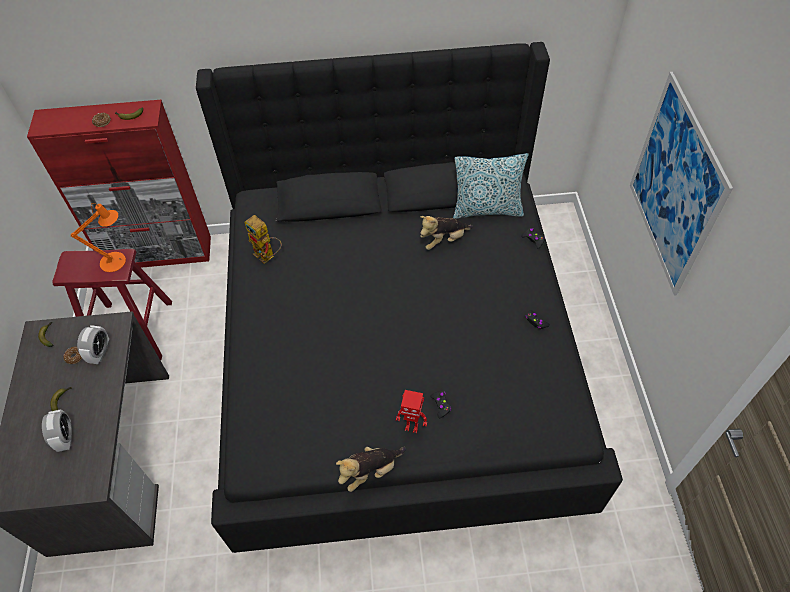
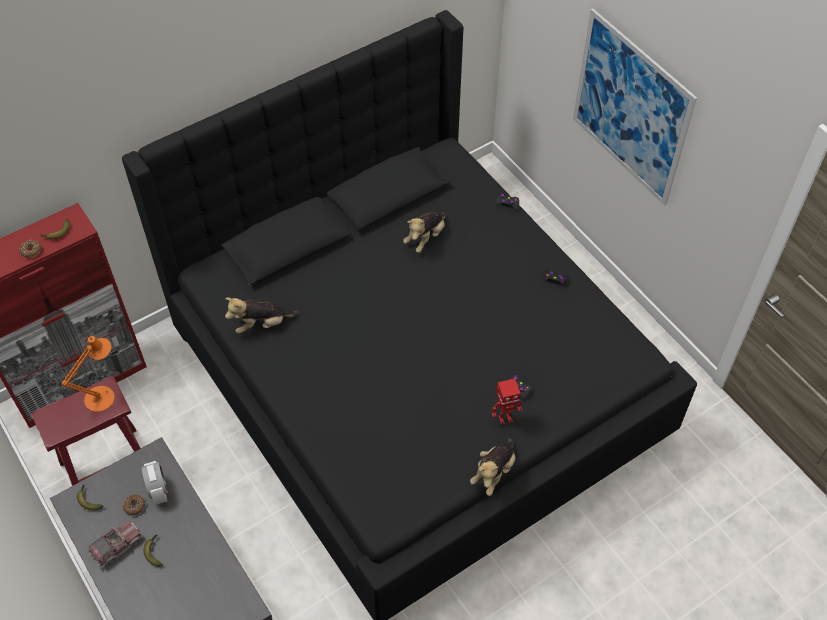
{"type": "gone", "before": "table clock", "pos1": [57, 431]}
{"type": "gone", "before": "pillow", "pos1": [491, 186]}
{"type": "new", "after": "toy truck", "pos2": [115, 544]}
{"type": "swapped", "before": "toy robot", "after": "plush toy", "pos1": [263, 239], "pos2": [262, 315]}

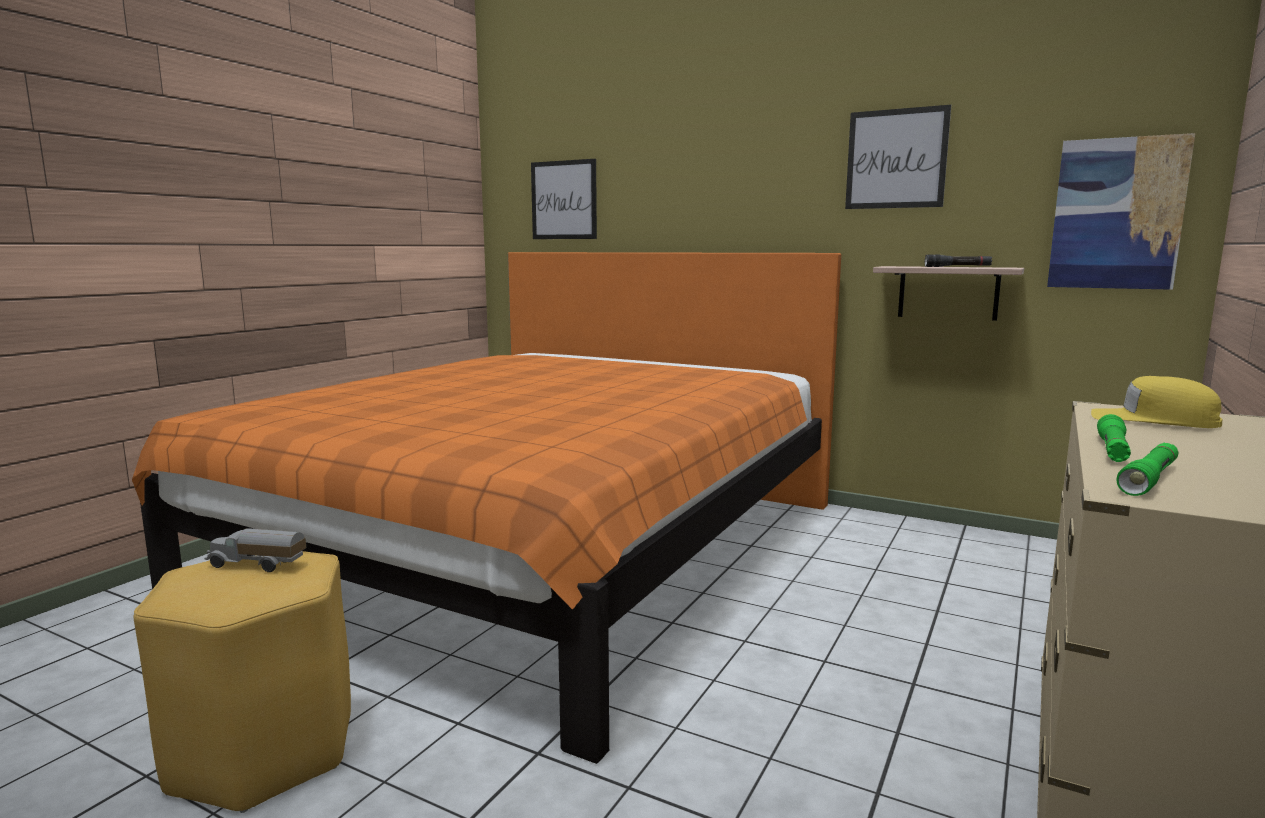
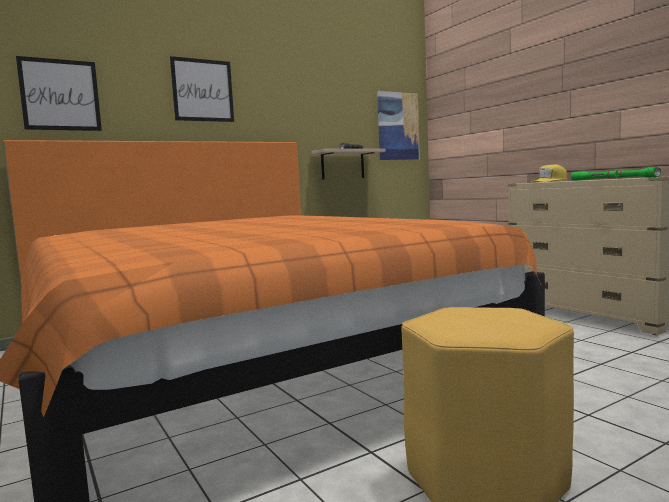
{"type": "gone", "before": "toy truck", "pos1": [255, 550]}
{"type": "shifted", "before": "picture", "pos1": [898, 157], "pos2": [202, 89]}

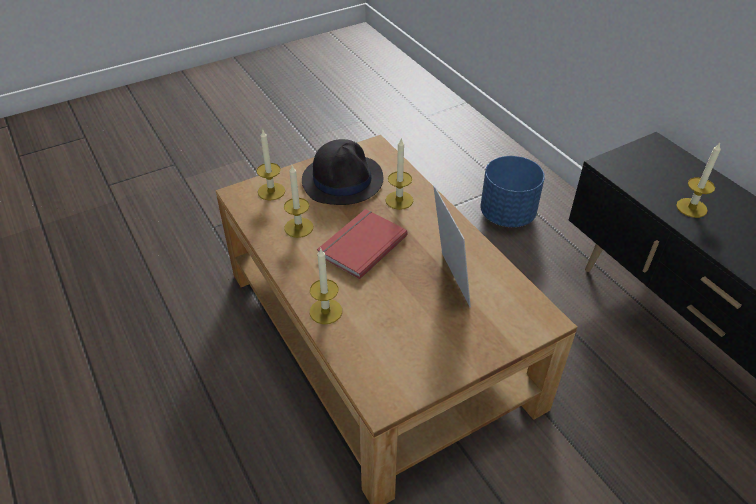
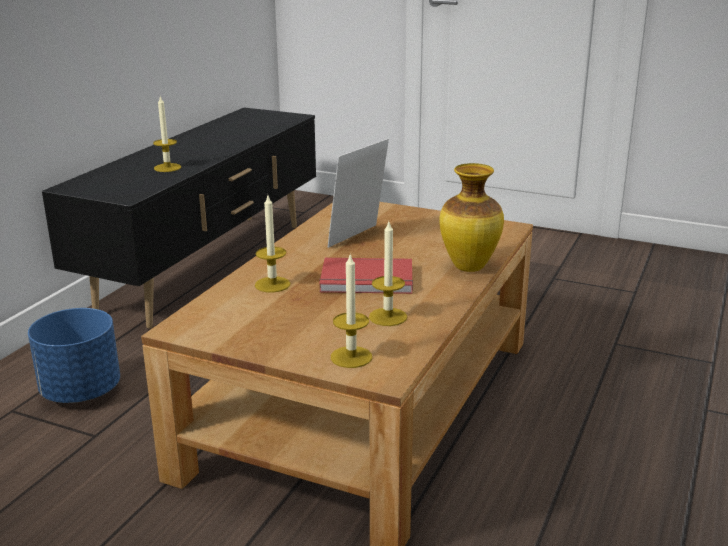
{"type": "gone", "before": "black wearable hat", "pos1": [342, 172]}
{"type": "swapped", "before": "candle", "after": "vase", "pos1": [326, 286], "pos2": [471, 217]}

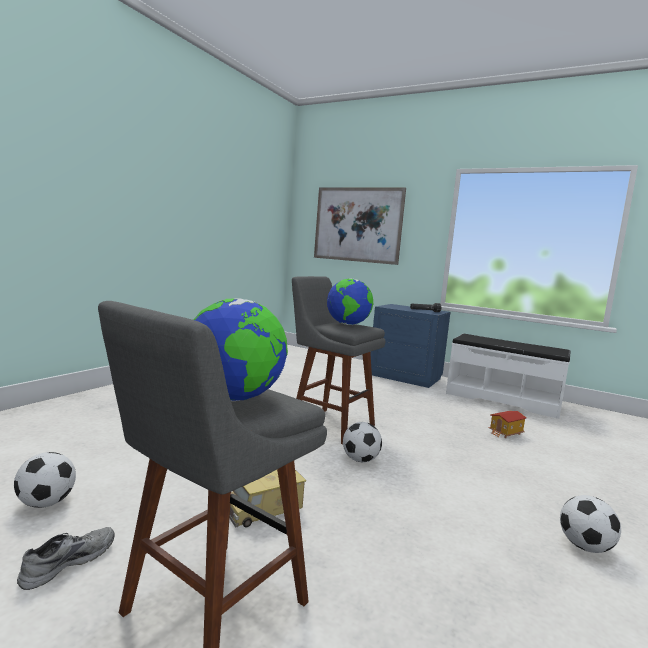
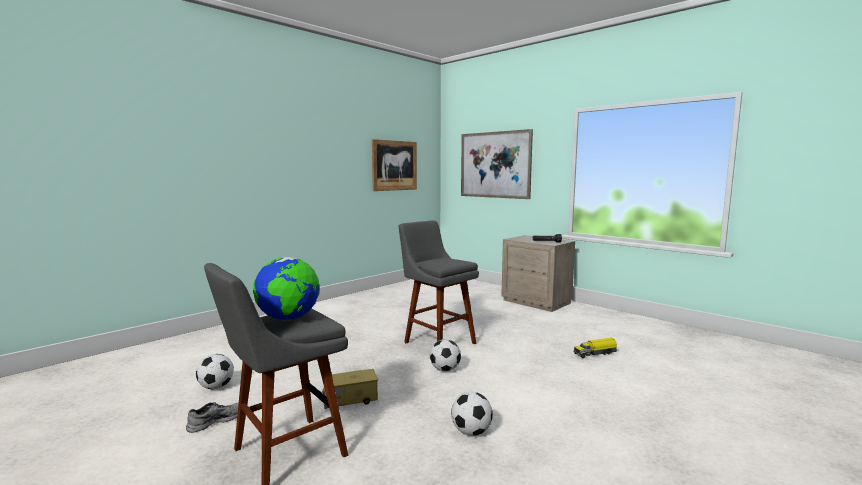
{"type": "gone", "before": "globe", "pos1": [350, 301]}
{"type": "gone", "before": "white-coloured bench", "pos1": [508, 376]}
{"type": "new", "after": "picture", "pos2": [394, 165]}
{"type": "shifted", "before": "football", "pos1": [590, 524], "pos2": [472, 414]}
{"type": "swapped", "before": "miniature house", "after": "toy truck", "pos1": [507, 424], "pos2": [596, 347]}
{"type": "repainted", "before": "blue night table", "after": "beige night table", "pos1": [410, 346], "pos2": [538, 273]}

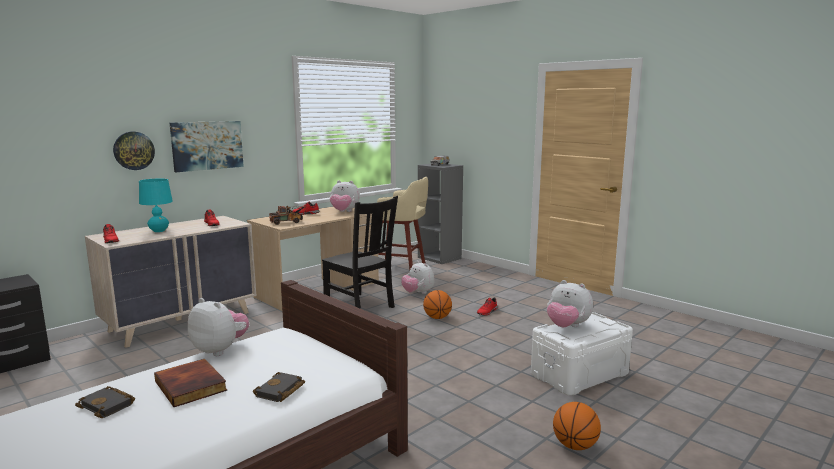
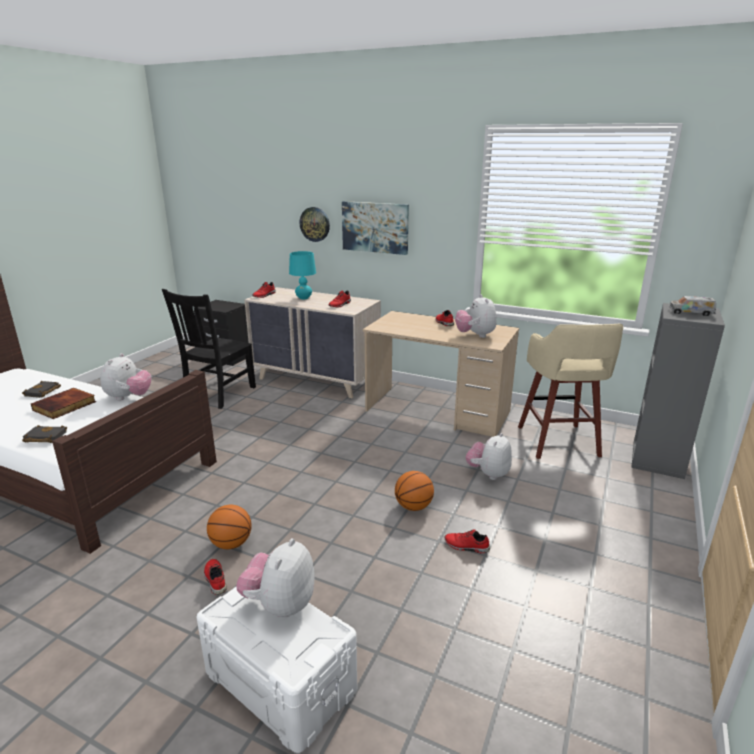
{"type": "gone", "before": "toy truck", "pos1": [288, 215]}
{"type": "new", "after": "reddish low shoe", "pos2": [215, 577]}
{"type": "shifted", "before": "black chair", "pos1": [360, 252], "pos2": [209, 349]}
{"type": "shifted", "before": "ball for basketball", "pos1": [577, 426], "pos2": [229, 527]}

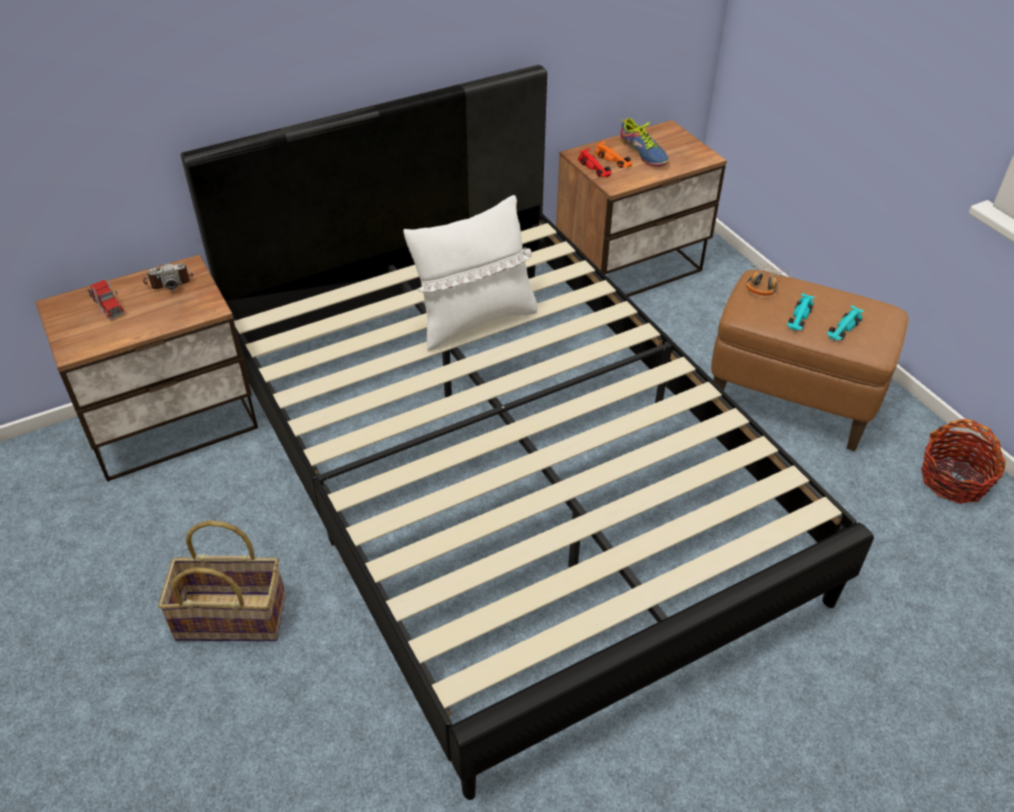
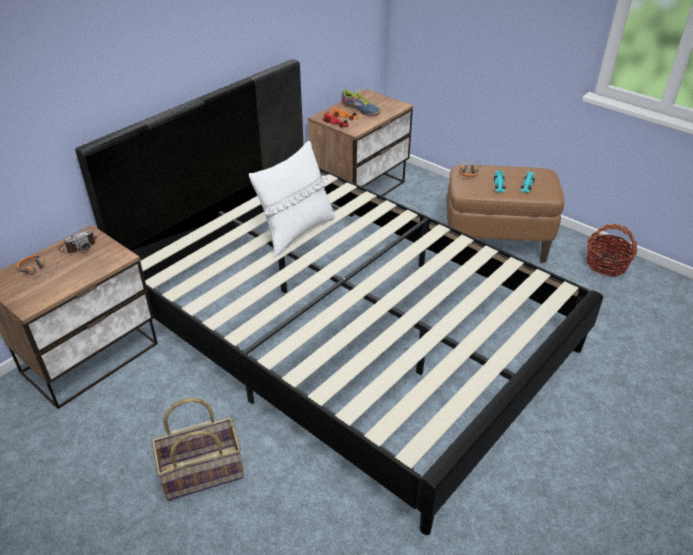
{"type": "swapped", "before": "toy truck", "after": "headphones", "pos1": [106, 299], "pos2": [38, 269]}

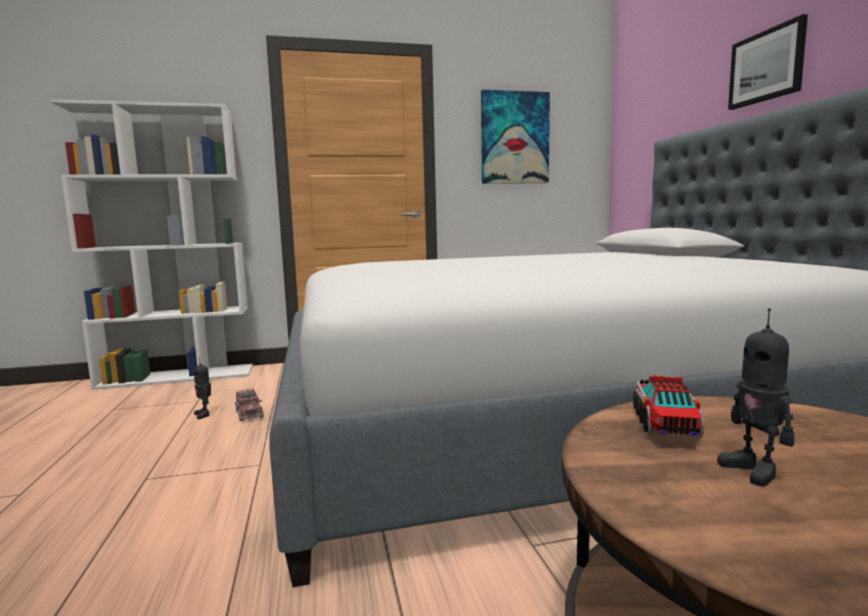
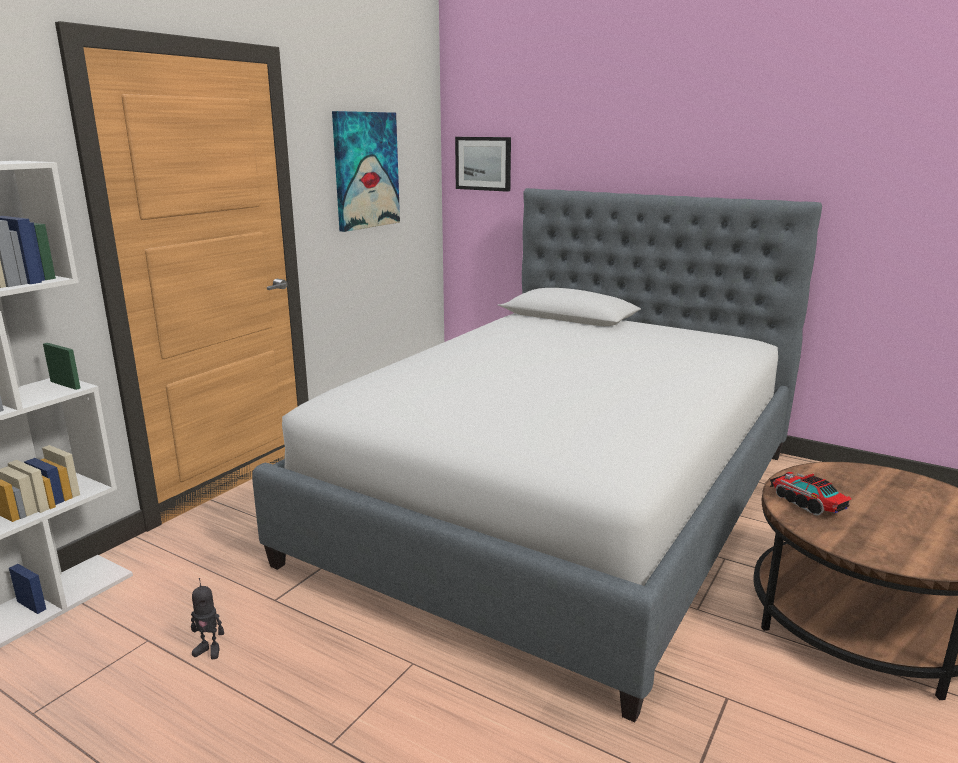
{"type": "gone", "before": "toy truck", "pos1": [249, 405]}
{"type": "gone", "before": "toy robot", "pos1": [755, 397]}
{"type": "shifted", "before": "picture", "pos1": [768, 62], "pos2": [483, 164]}

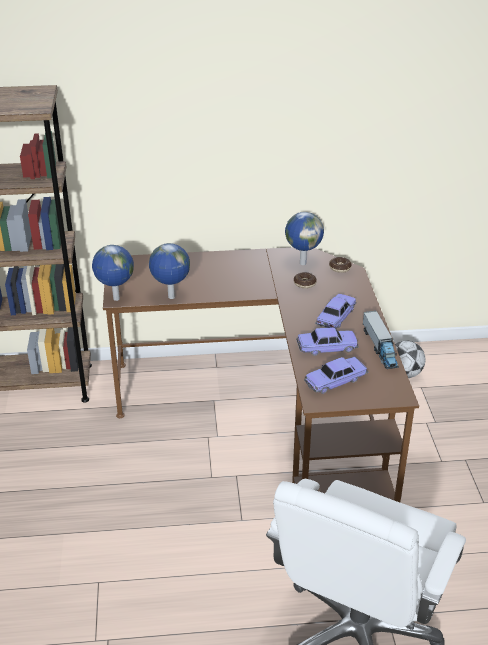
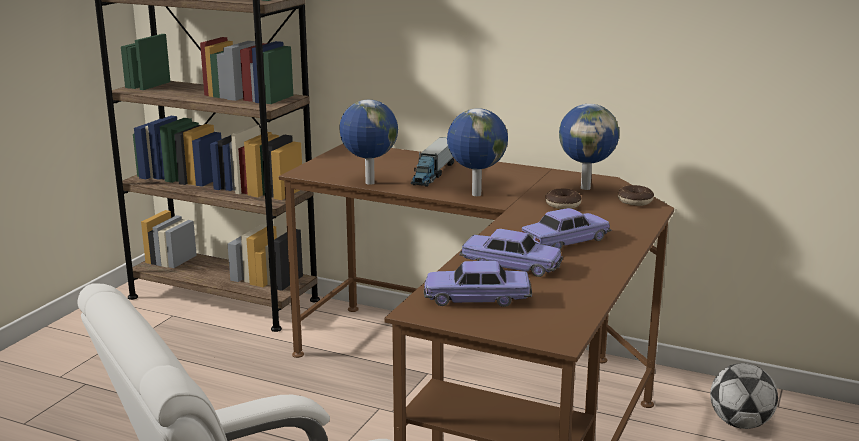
{"type": "shifted", "before": "globe", "pos1": [113, 273], "pos2": [477, 152]}
{"type": "shifted", "before": "toy truck", "pos1": [381, 340], "pos2": [432, 162]}

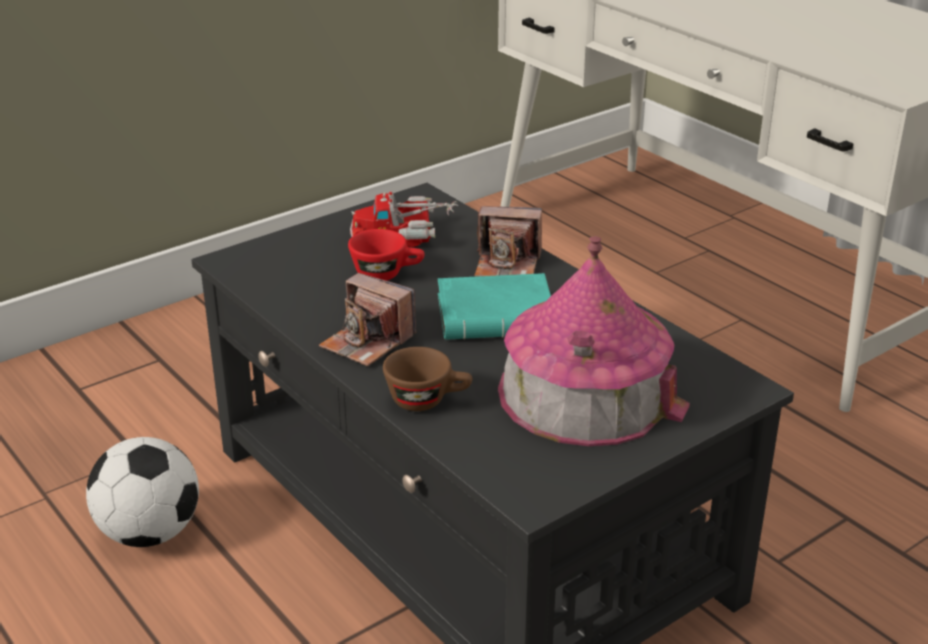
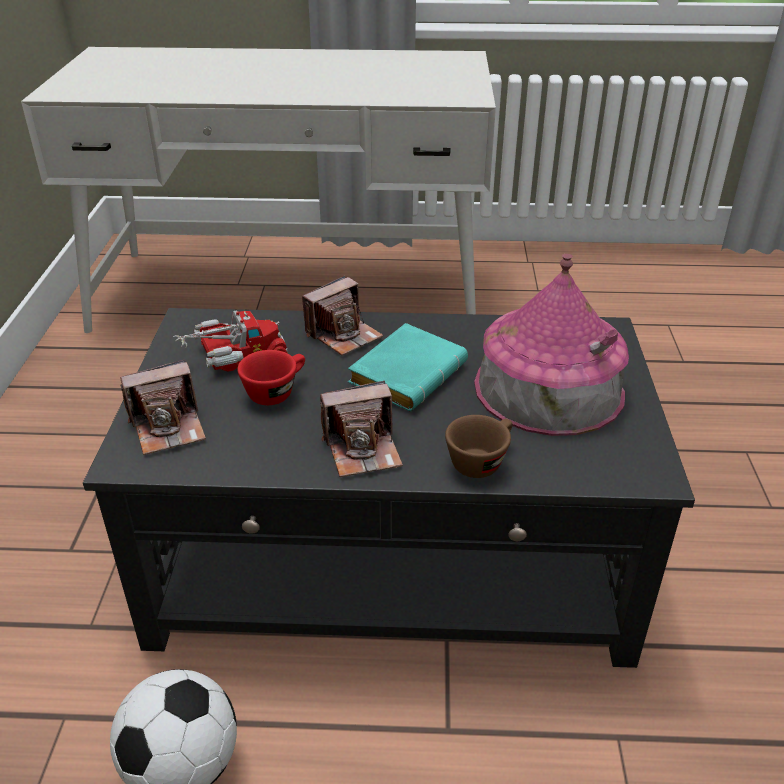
{"type": "new", "after": "still camera", "pos2": [163, 407]}
{"type": "rotated", "before": "toy truck", "pos1": [404, 219], "pos2": [230, 340], "turn": -150}

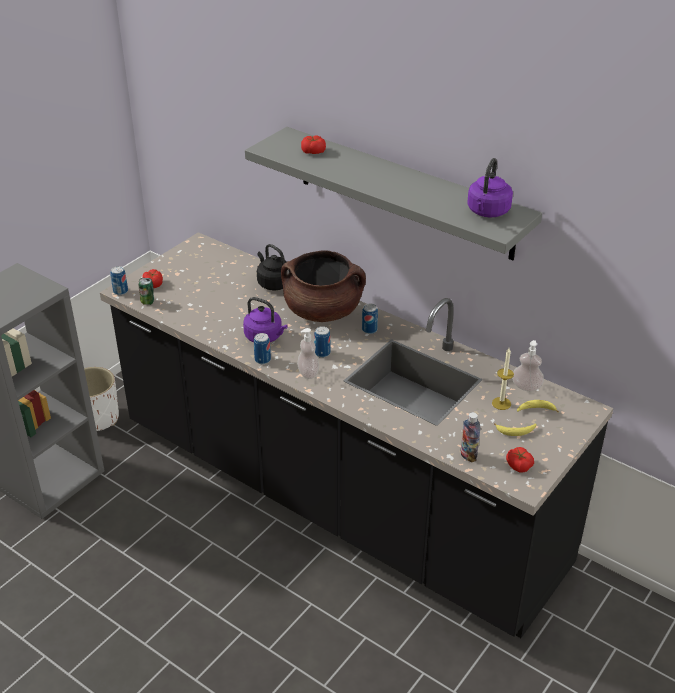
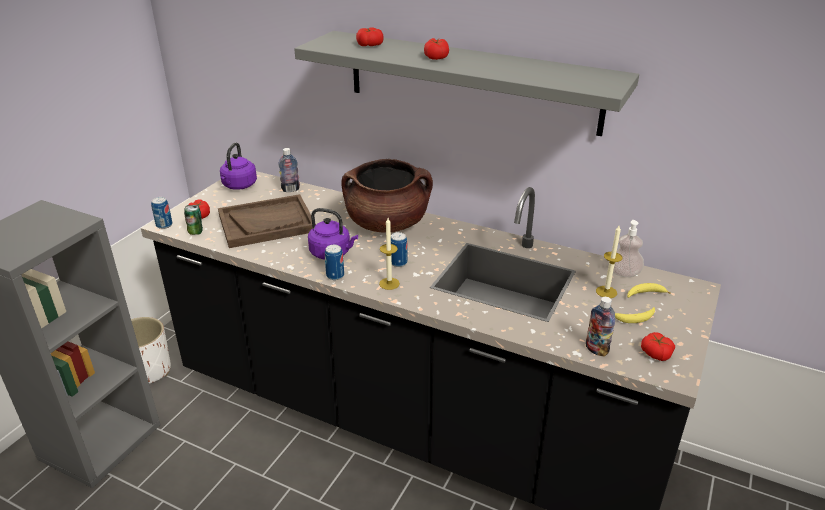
{"type": "gone", "before": "black water kettle", "pos1": [274, 267]}
{"type": "gone", "before": "can", "pos1": [370, 319]}
{"type": "new", "after": "brownish serving tray", "pos2": [267, 221]}
{"type": "new", "after": "drink bottle", "pos2": [289, 170]}
{"type": "new", "after": "whole tomato", "pos2": [436, 49]}
{"type": "shifted", "before": "purplish water kettle", "pos1": [490, 187], "pos2": [238, 166]}
{"type": "swapped", "before": "soap bottle", "after": "candle", "pos1": [308, 353], "pos2": [389, 254]}

